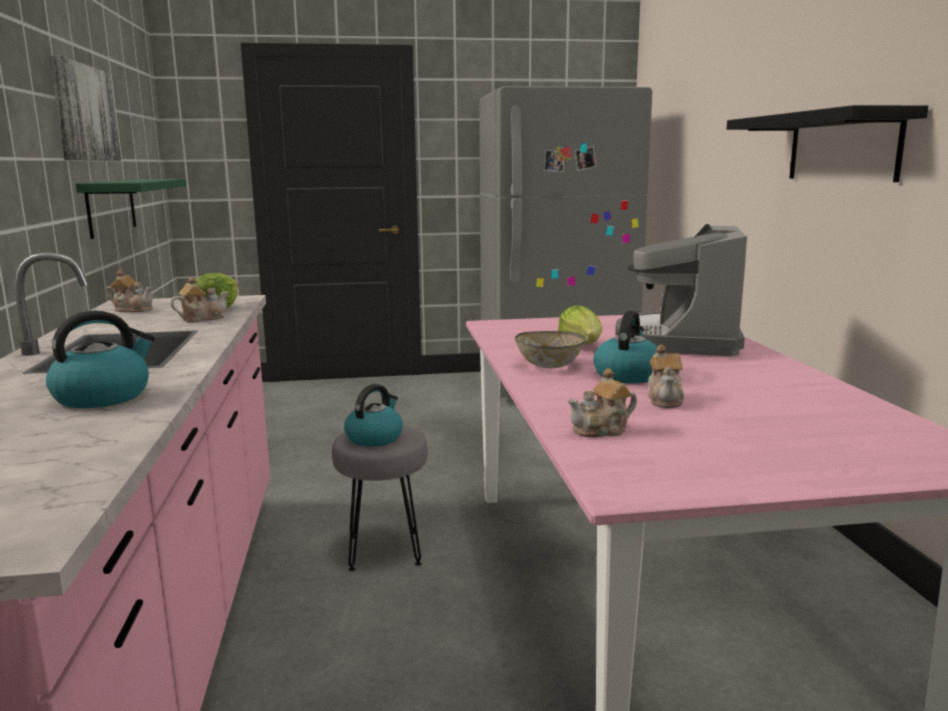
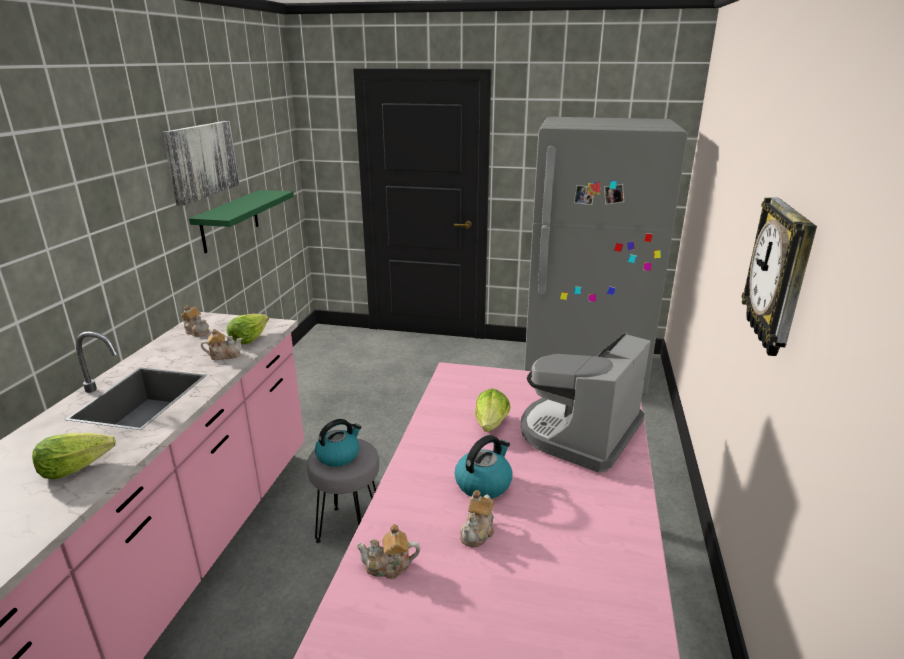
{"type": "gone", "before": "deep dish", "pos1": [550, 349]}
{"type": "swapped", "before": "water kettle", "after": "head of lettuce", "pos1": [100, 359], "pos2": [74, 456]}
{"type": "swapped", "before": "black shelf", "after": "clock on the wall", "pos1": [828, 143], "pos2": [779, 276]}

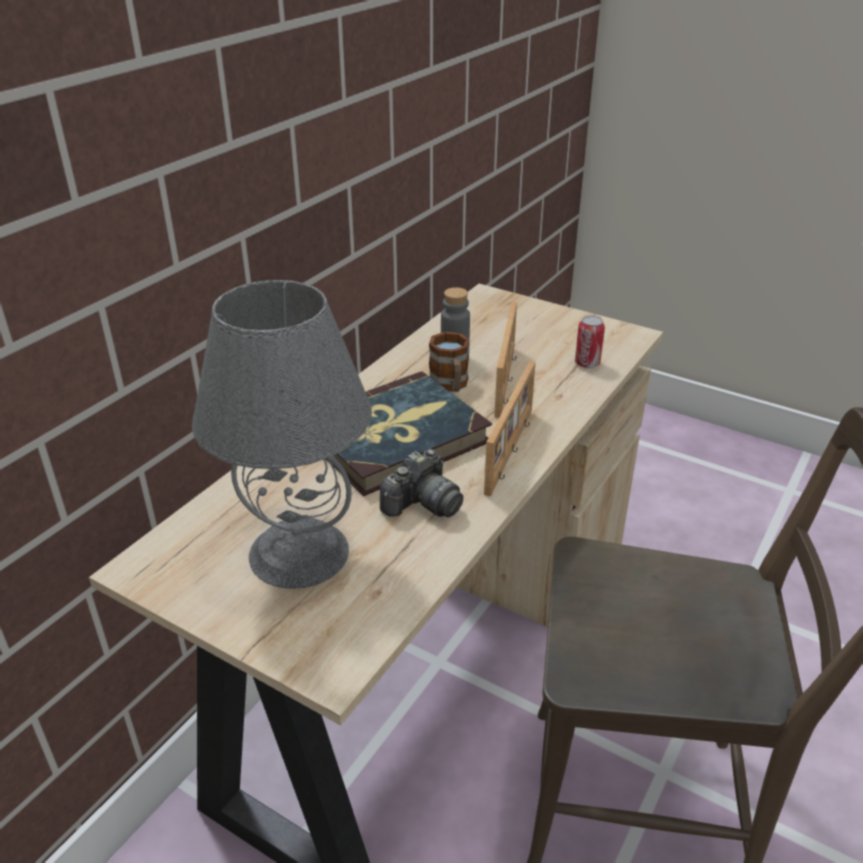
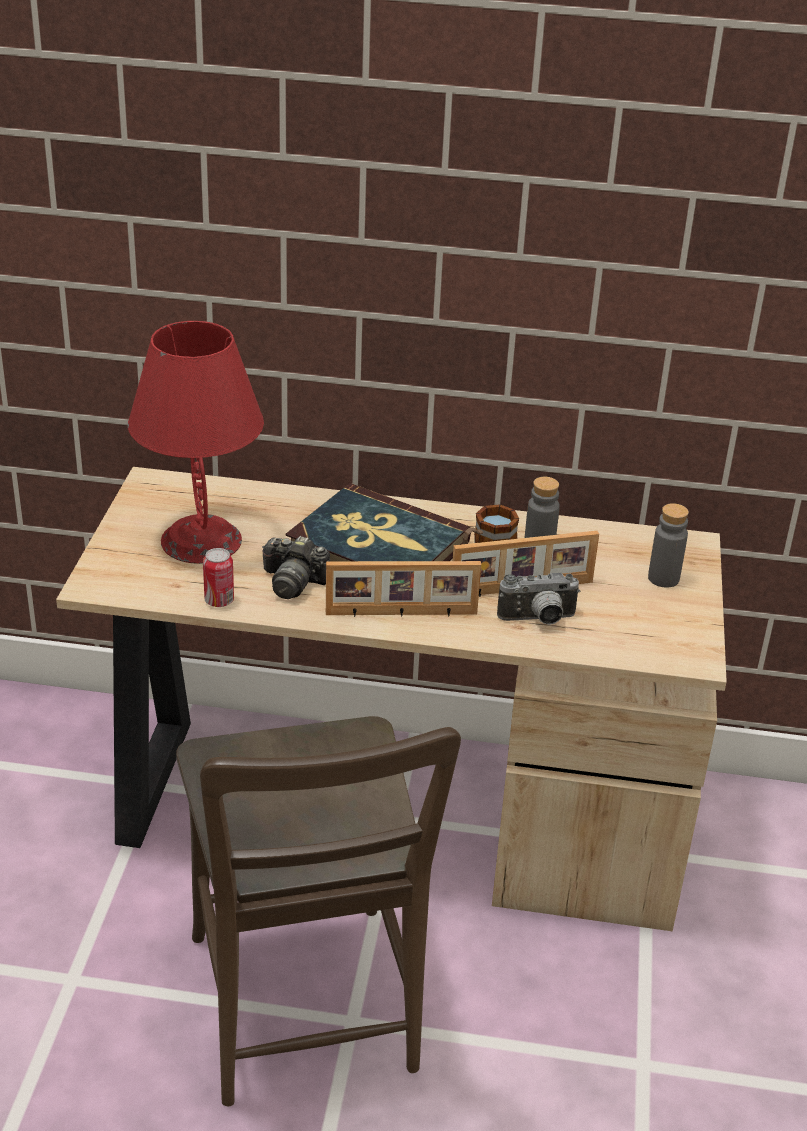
{"type": "new", "after": "still camera", "pos2": [539, 599]}
{"type": "new", "after": "grey drink bottle", "pos2": [668, 545]}
{"type": "shifted", "before": "can", "pos1": [590, 341], "pos2": [218, 577]}
{"type": "repainted", "before": "grey tabletop lamp", "after": "reddish tabletop lamp", "pos1": [282, 434], "pos2": [196, 442]}

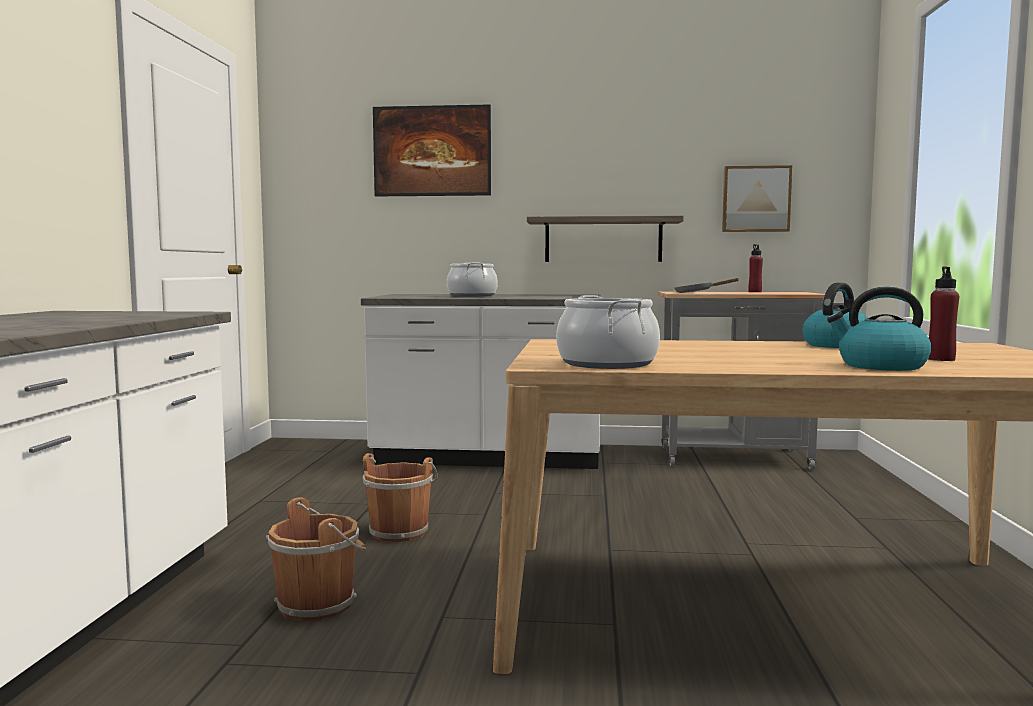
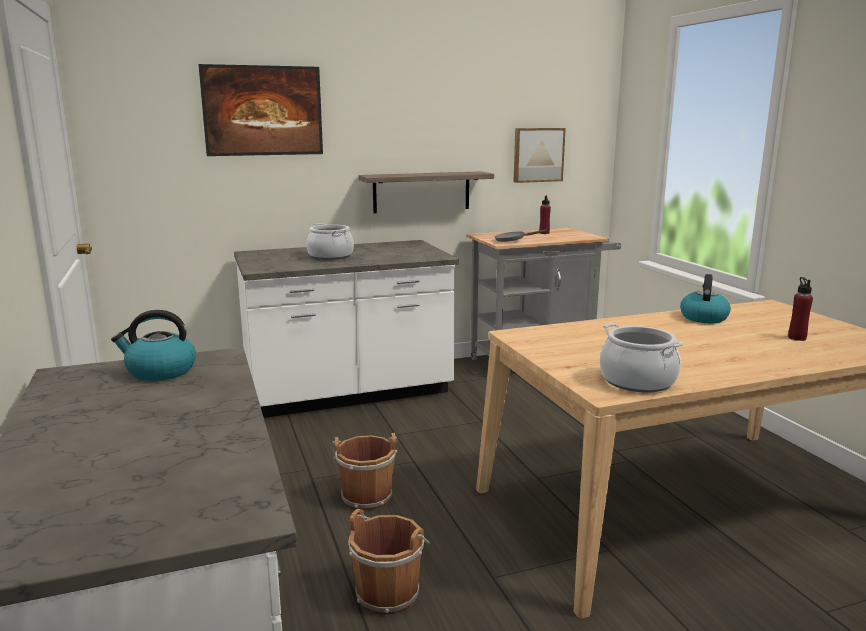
{"type": "shifted", "before": "water kettle", "pos1": [879, 329], "pos2": [153, 345]}

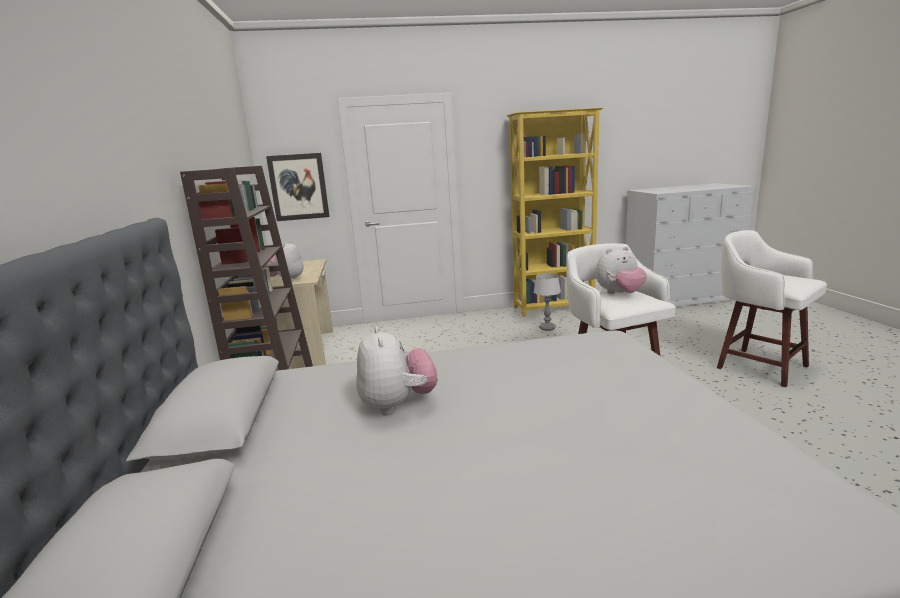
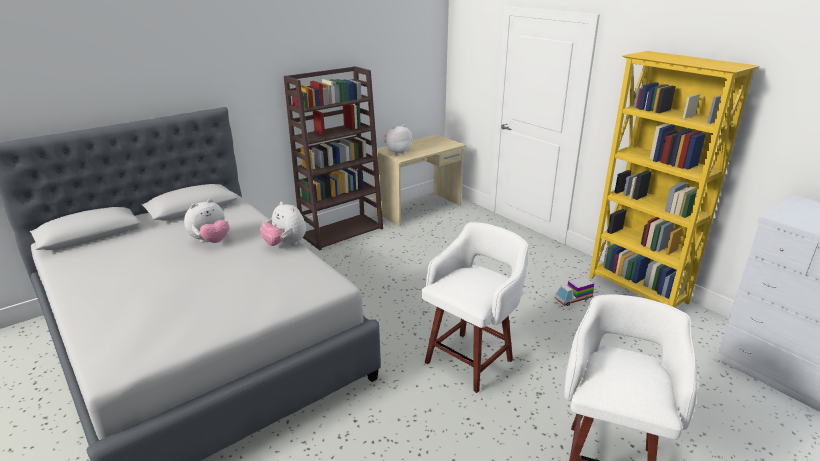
{"type": "gone", "before": "picture", "pos1": [298, 187]}
{"type": "shifted", "before": "plush toy", "pos1": [621, 270], "pos2": [283, 224]}
{"type": "swapped", "before": "tabletop lamp", "after": "toy truck", "pos1": [547, 302], "pos2": [574, 291]}

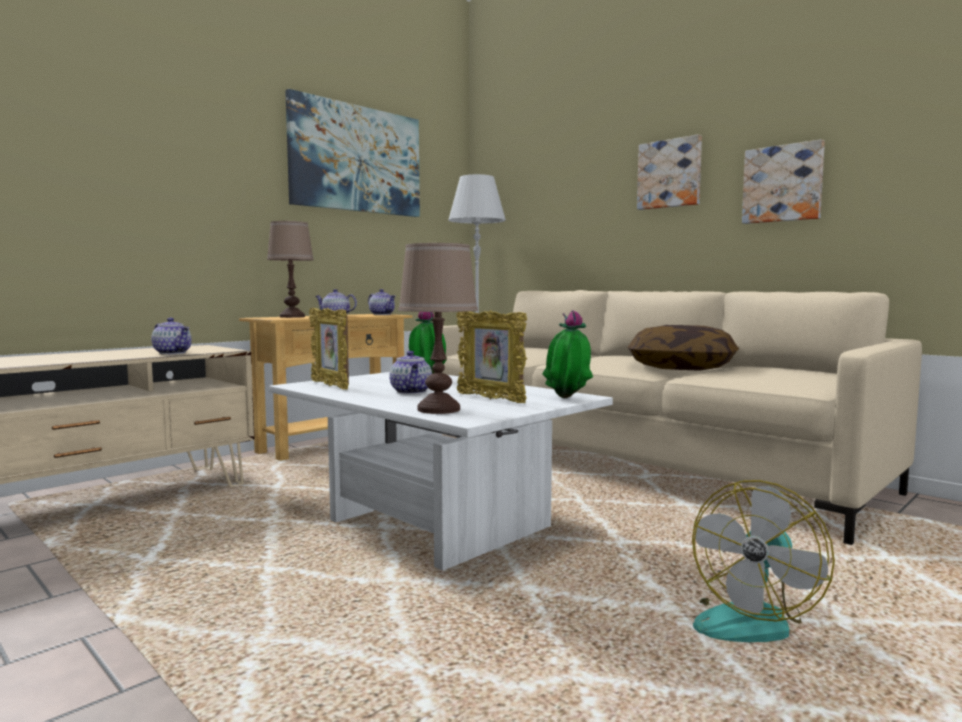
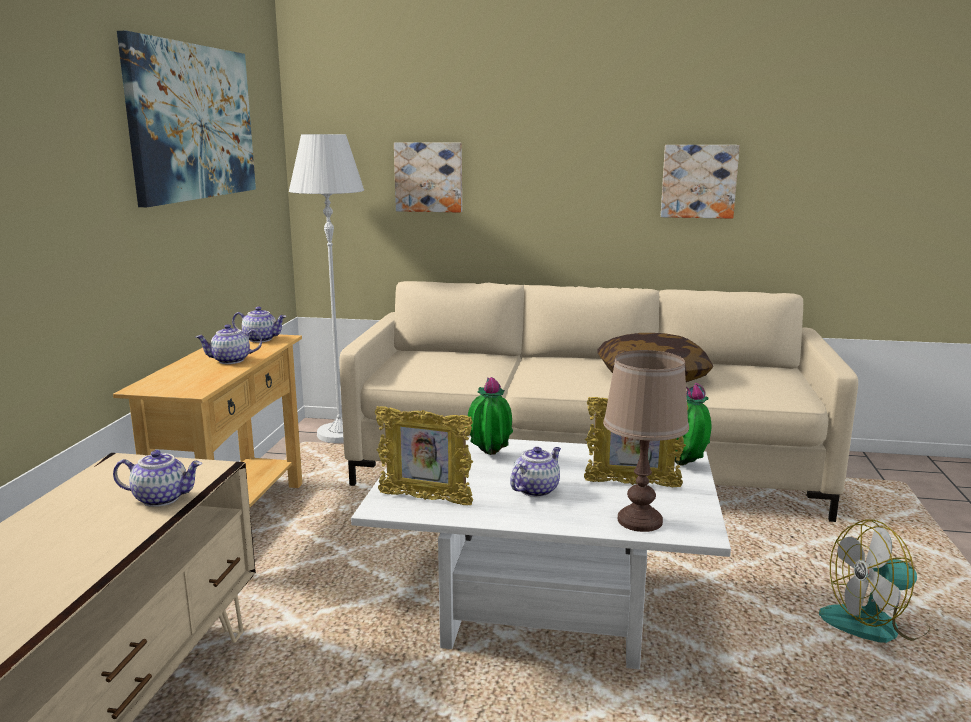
{"type": "gone", "before": "brownish tabletop lamp", "pos1": [290, 269]}
{"type": "shifted", "before": "picture", "pos1": [669, 172], "pos2": [428, 177]}
{"type": "rotated", "before": "tea pot", "pos1": [410, 372], "pos2": [535, 472], "turn": -90}
{"type": "rotated", "before": "fan", "pos1": [763, 561], "pos2": [874, 581], "turn": 75}

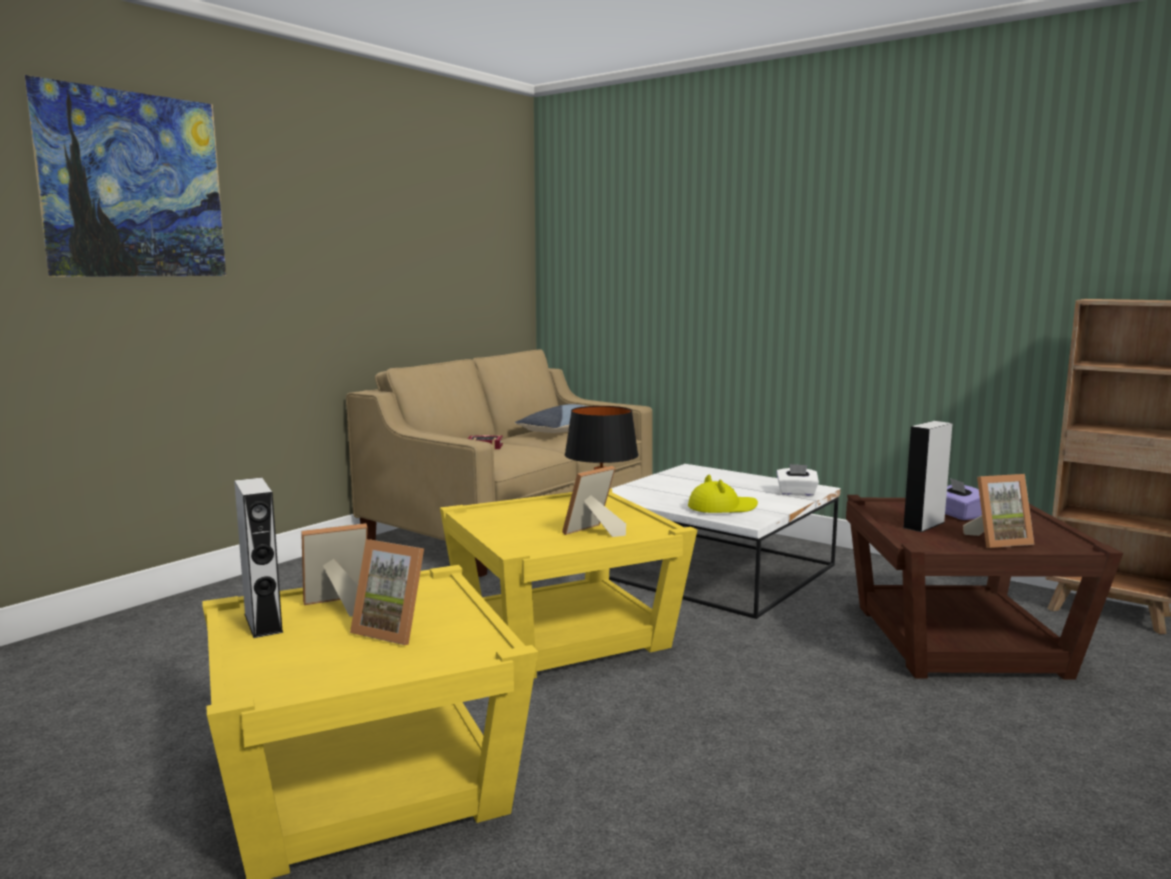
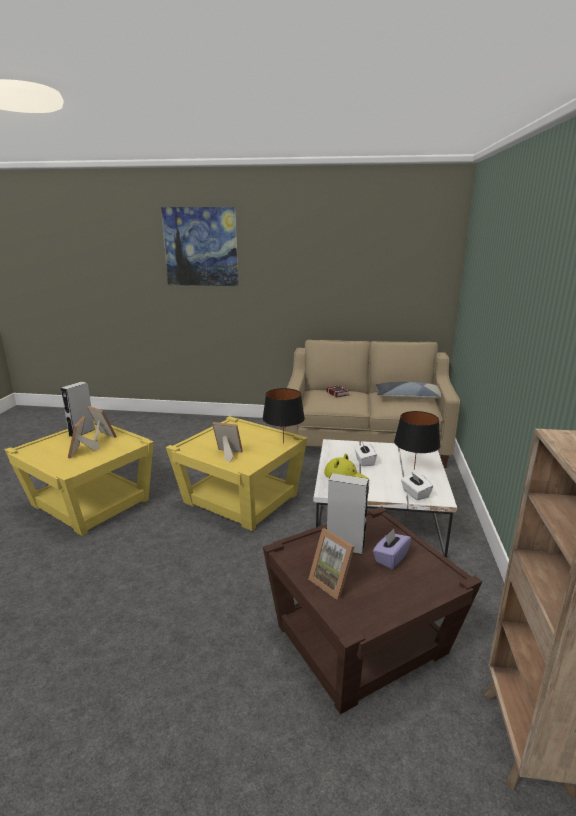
{"type": "new", "after": "white-coloured tissue box", "pos2": [366, 454]}
{"type": "new", "after": "black tabletop lamp", "pos2": [417, 440]}

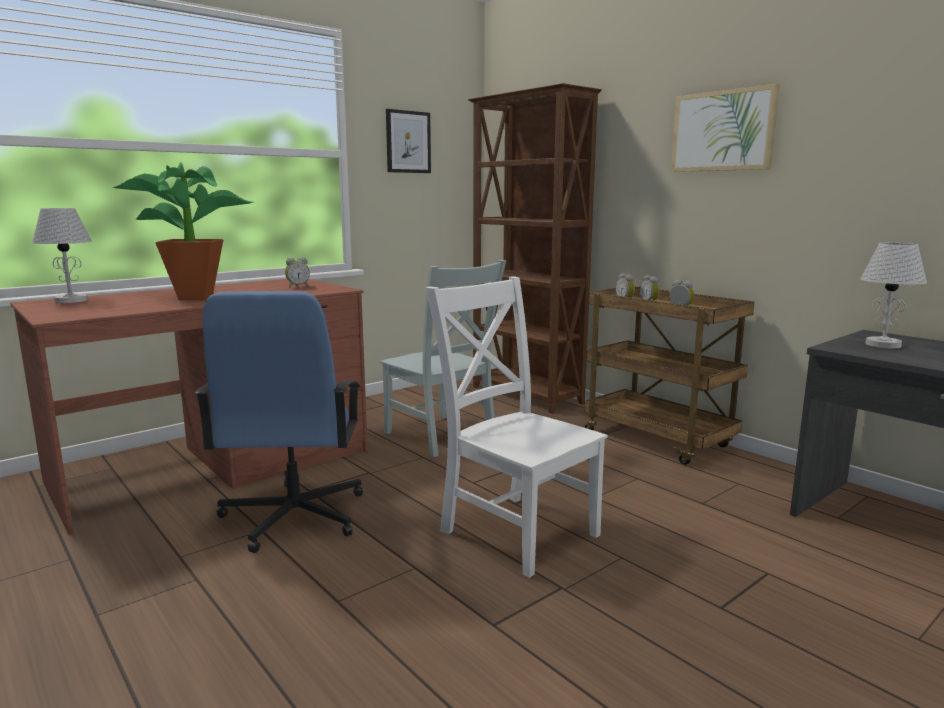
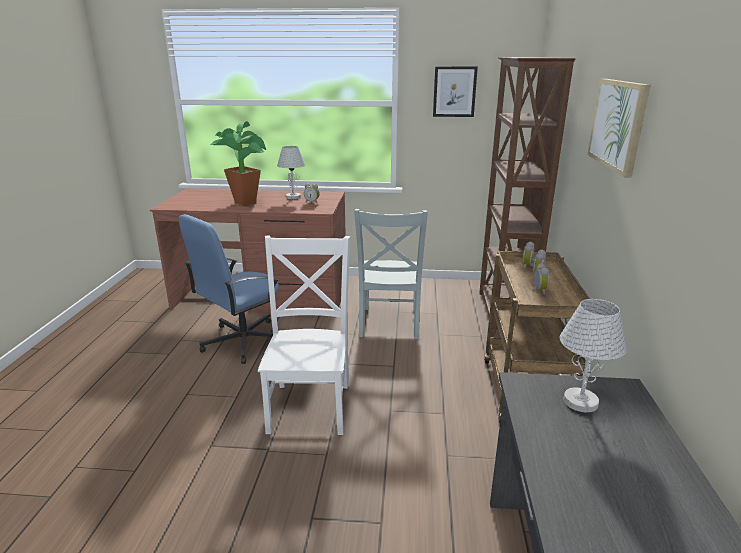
{"type": "shifted", "before": "white-coloured tabletop lamp", "pos1": [62, 255], "pos2": [291, 172]}

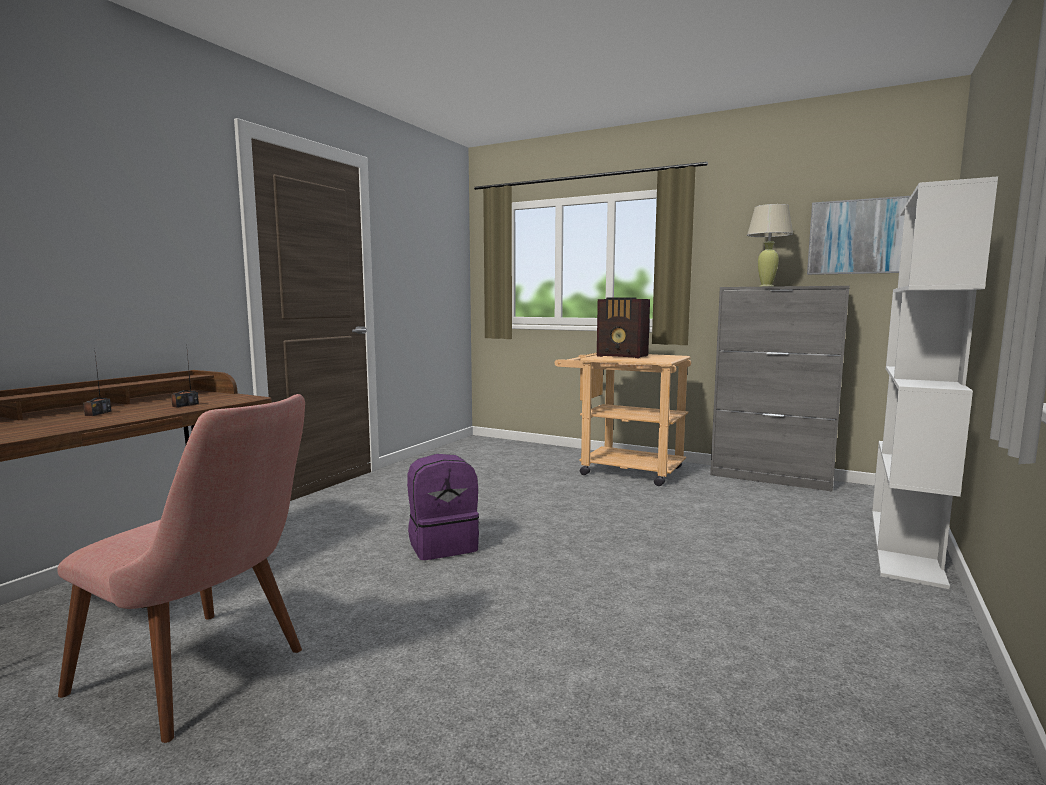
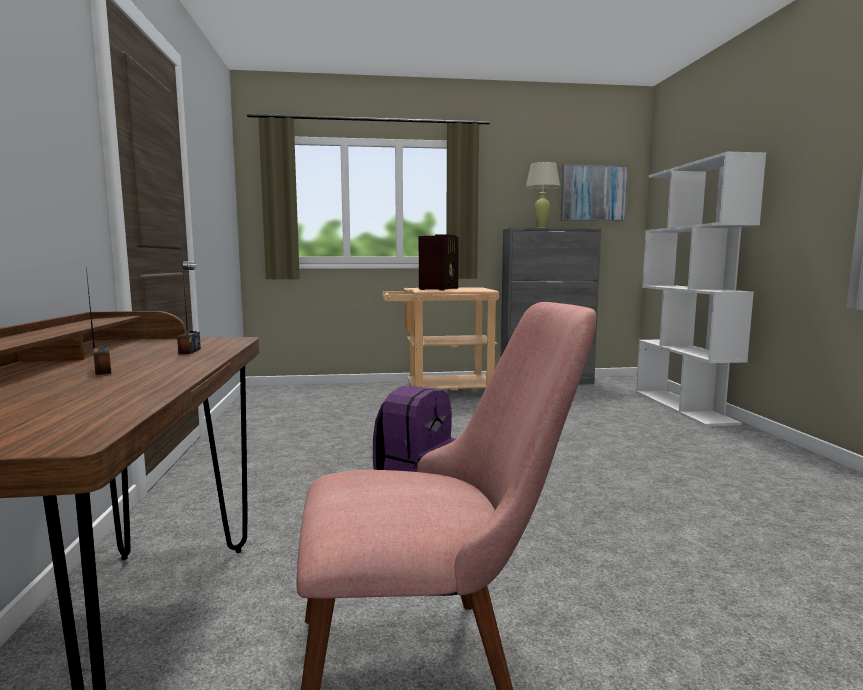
{"type": "rotated", "before": "radio", "pos1": [623, 327], "pos2": [439, 262], "turn": -60}

